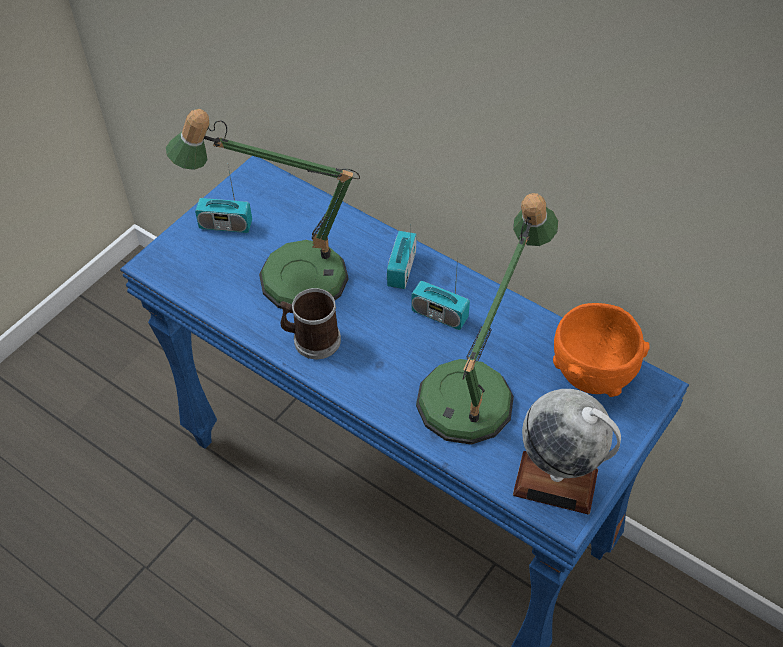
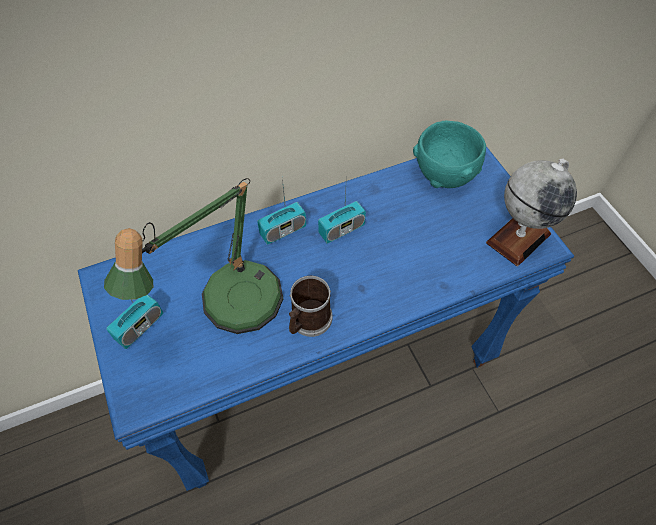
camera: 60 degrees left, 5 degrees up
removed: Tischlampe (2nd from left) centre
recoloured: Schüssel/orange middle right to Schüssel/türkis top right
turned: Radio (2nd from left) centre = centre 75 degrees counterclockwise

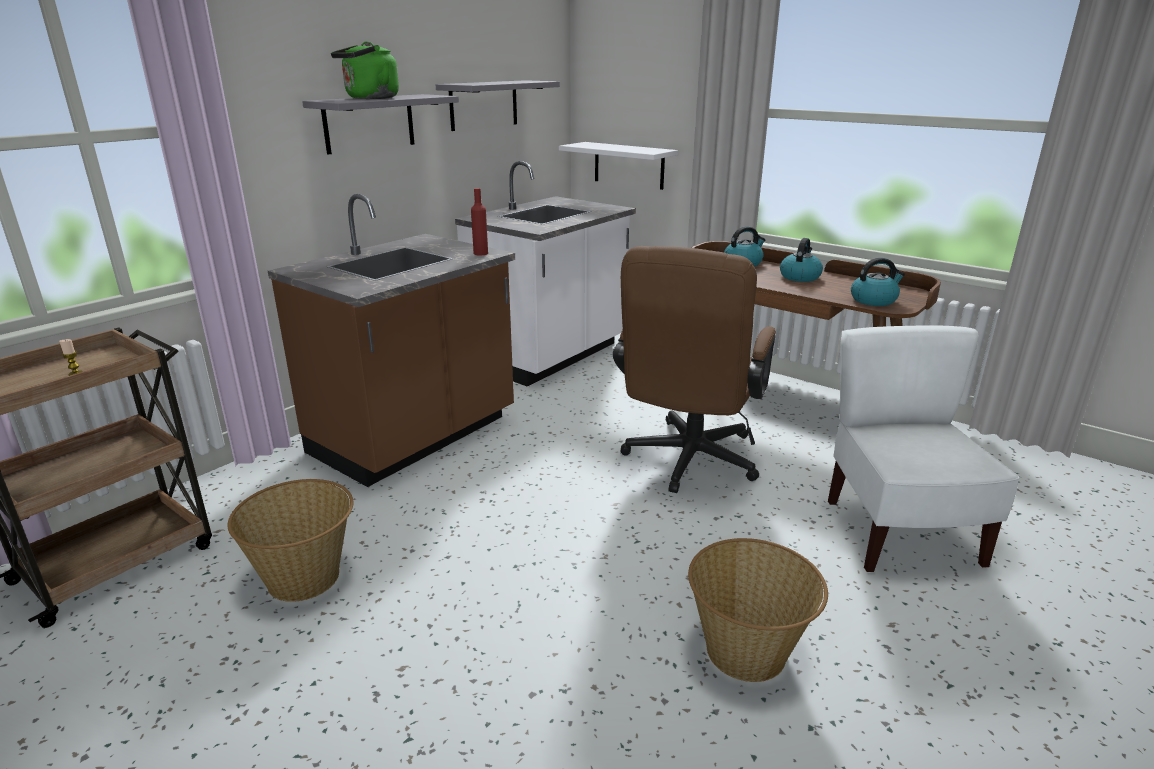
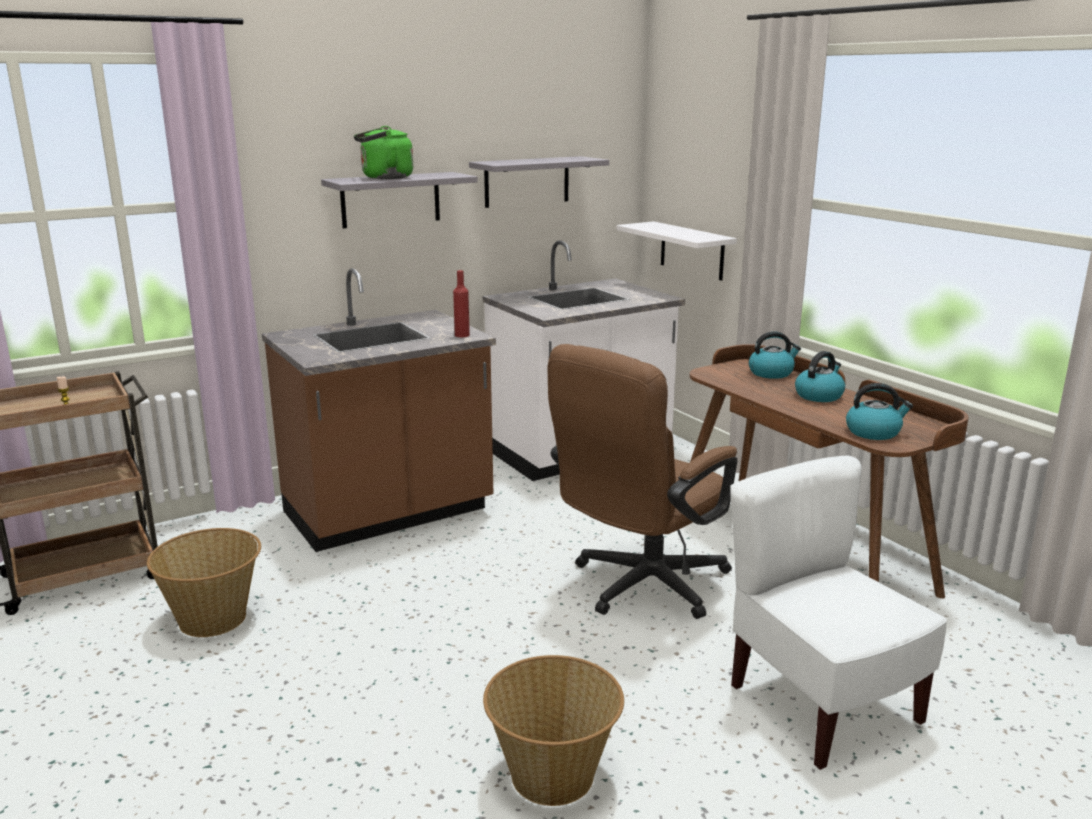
camera: 20 degrees right, 5 degrees down
turned: Stuhl/weiß middle right = bottom right 45 degrees counterclockwise

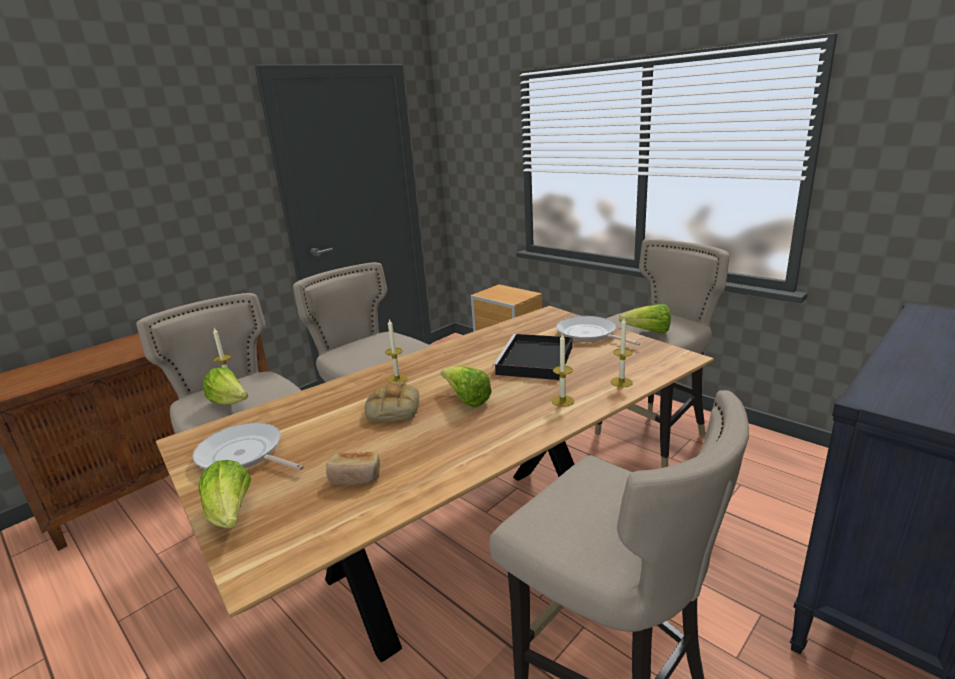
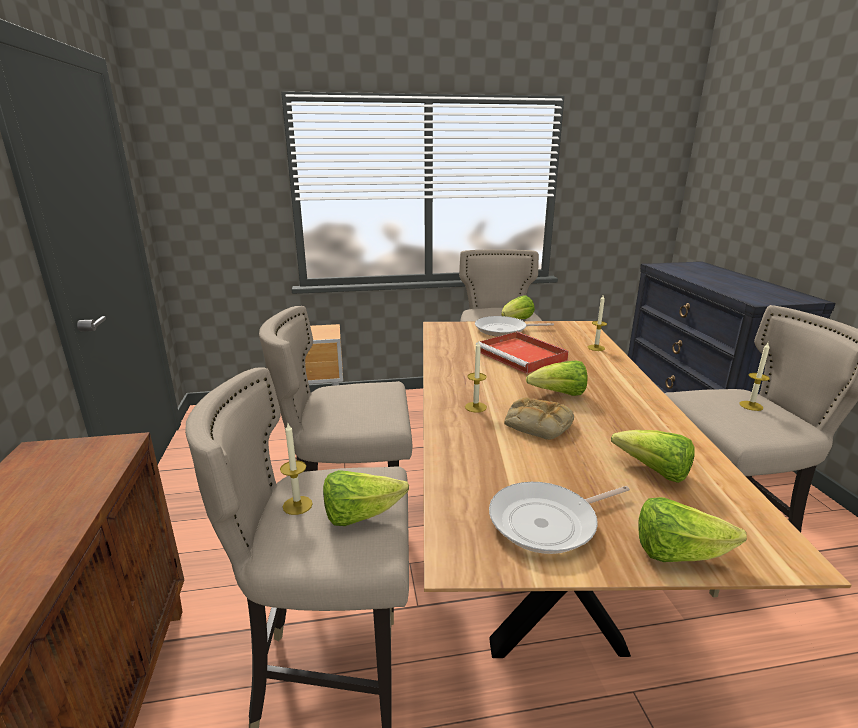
camera: 55 degrees left, 0 degrees up
moved: Kerze (3rd from left in the first image) centre to Kerze (4th from left) middle right
replaced: Brot (1st from left) bottom centre to Salatkopf (4th from left) middle right
recoloured: Tablett/schwarz centre to Tablett/rot centre

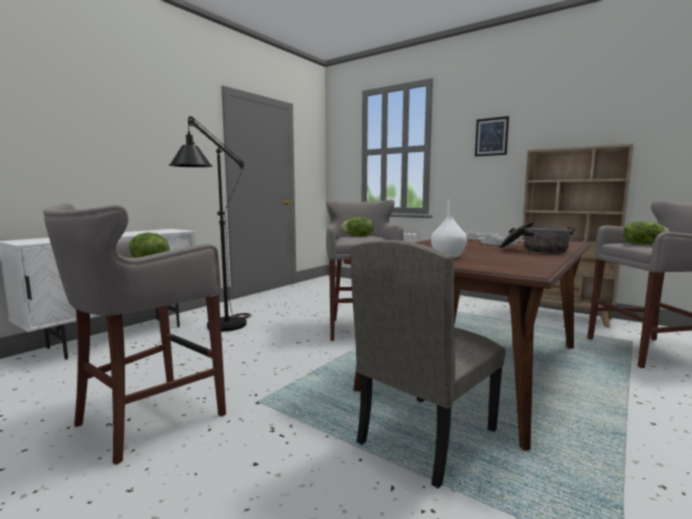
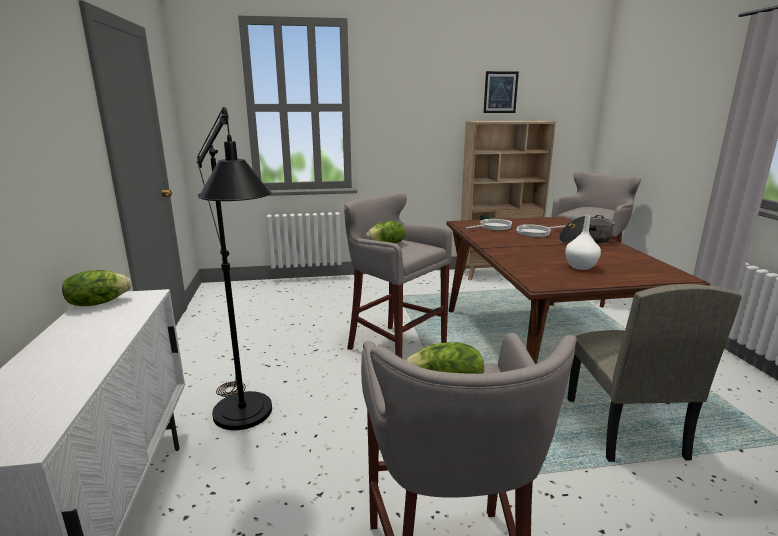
camera: 45 degrees left, 10 degrees up
moved: Bild top right to top centre; Salatkopf (3rd from left in the first image) middle right to Salatkopf (1st from left) middle left

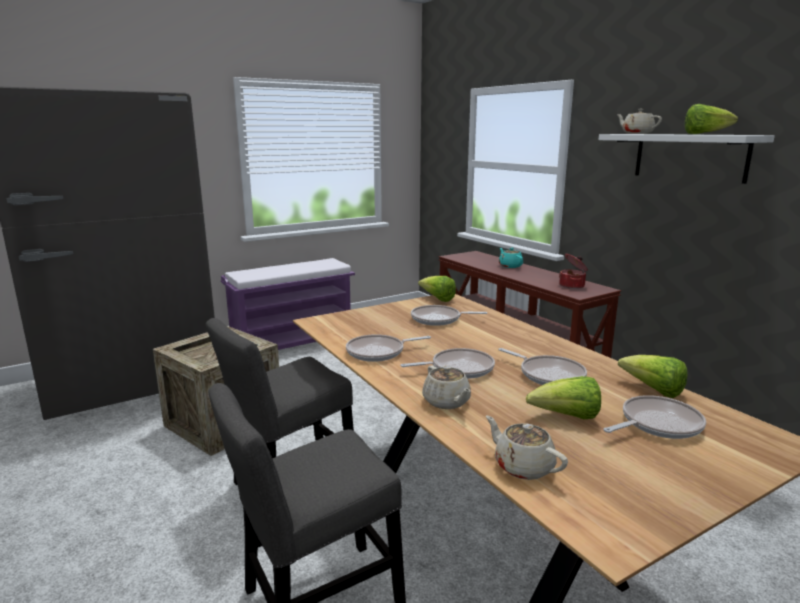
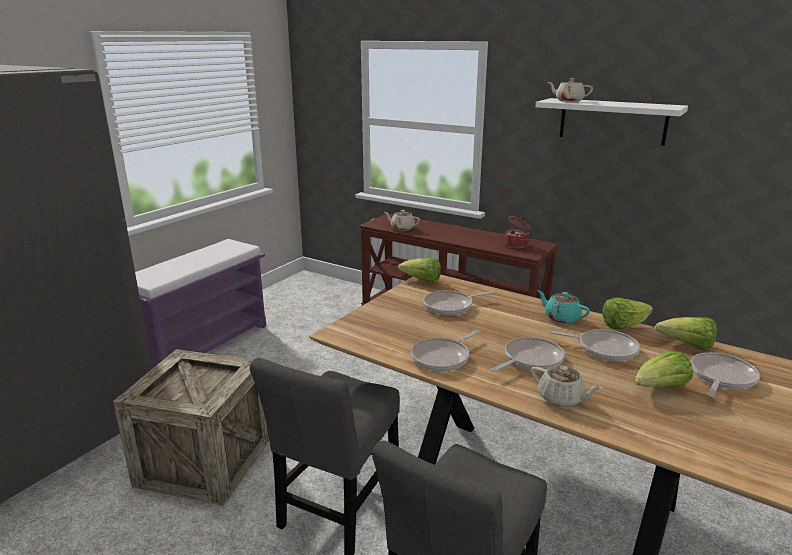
camera: 25 degrees left, 5 degrees up
moved: Salatkopf (4th from left in the first image) top right to Salatkopf (2nd from left) middle right; Teekanne/türkis centre to middle right; Teekanne/beige (2nd from left in the first image) bottom centre to Teekanne/beige (1st from left) centre

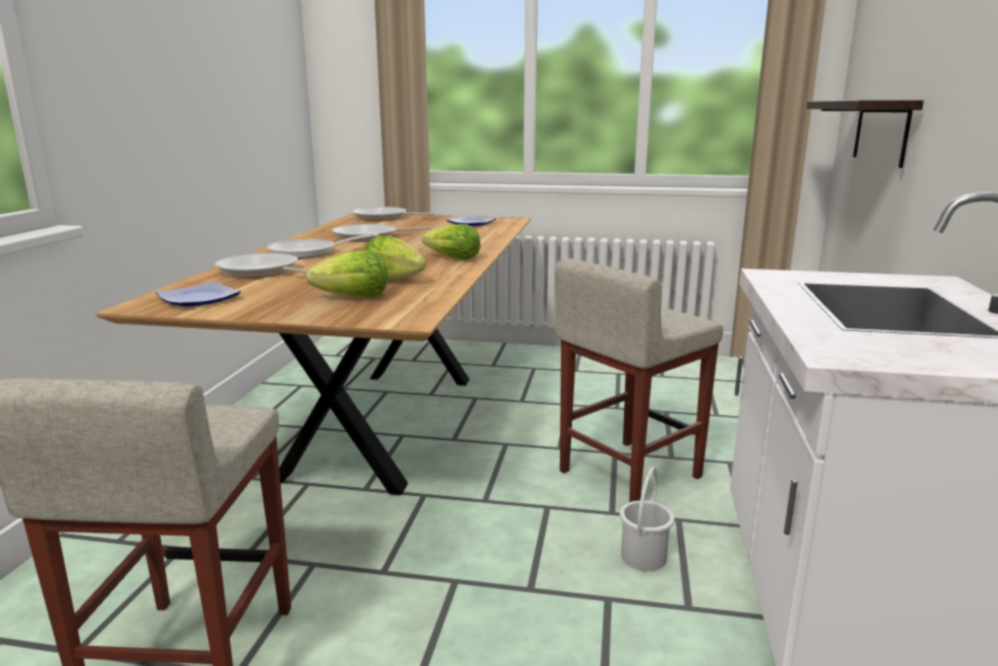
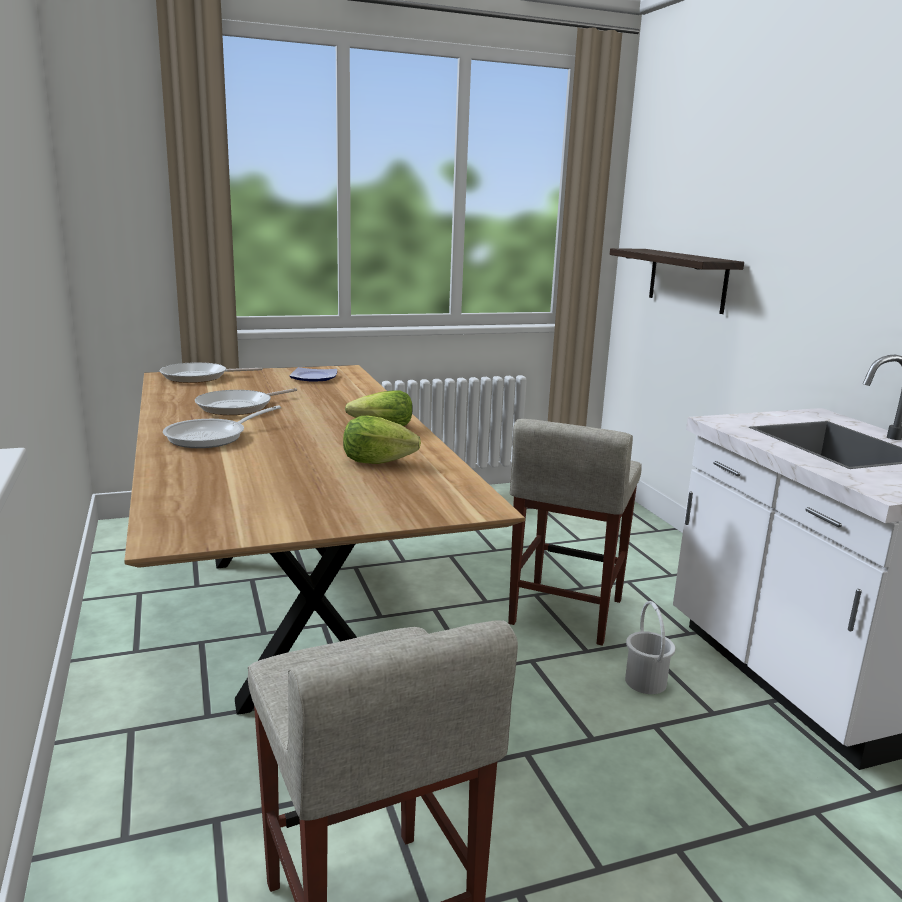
camera: 30 degrees left, 0 degrees up
removed: Salatkopf (1st from left) centre; Pfanne (1st from left) middle left; Teller (1st from left) middle left

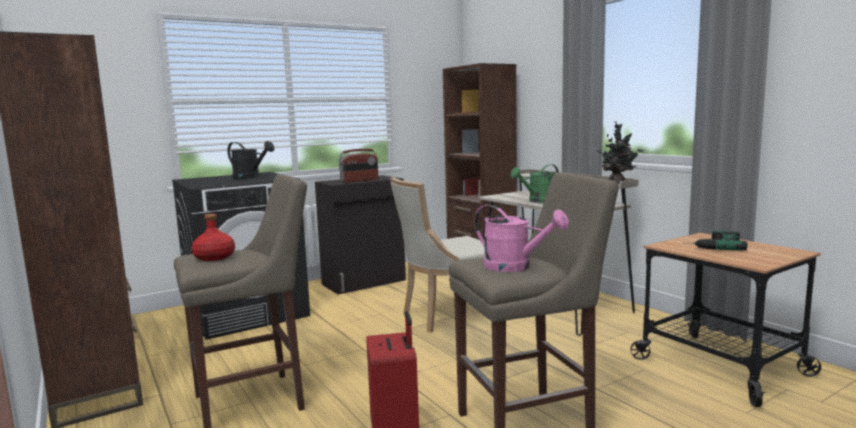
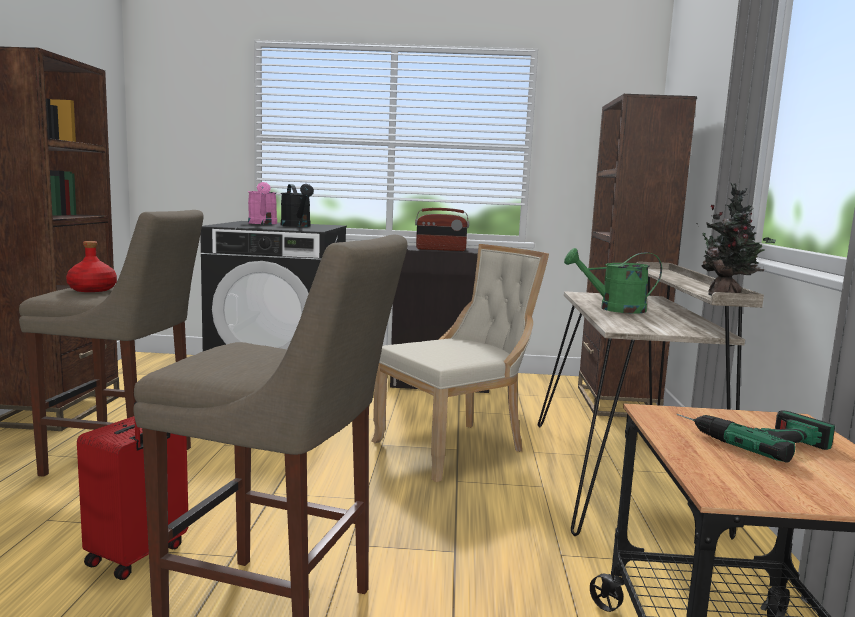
camera: 35 degrees right, 0 degrees up
moved: Gießkanne/rosa centre to top left
turned: Stuhl/beige centre = centre 135 degrees clockwise

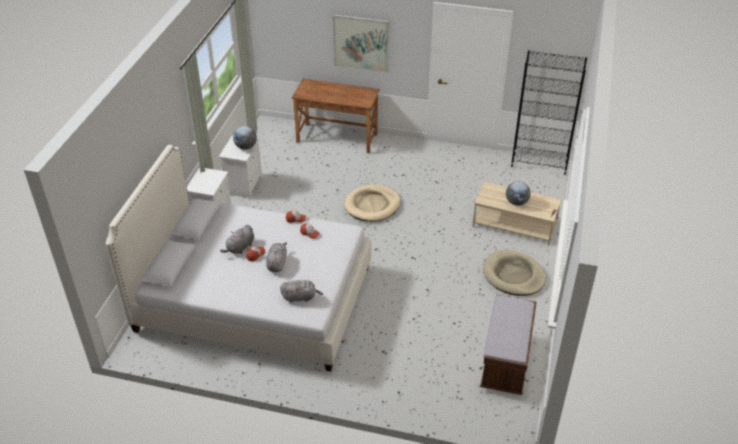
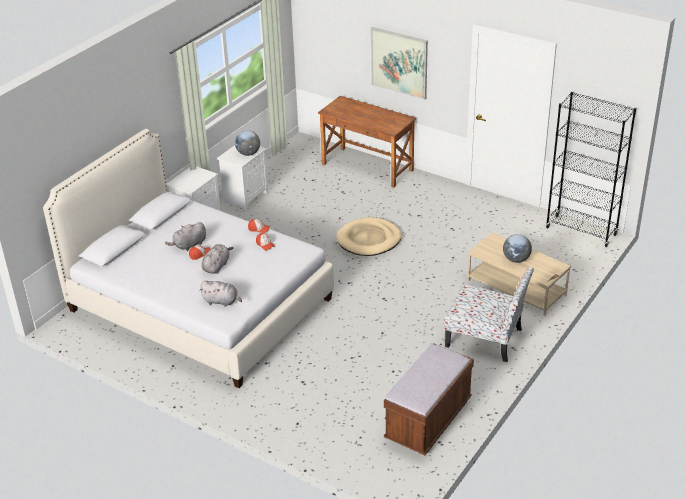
camera: 20 degrees right, 5 degrees down
replaced: Hundebett/beige (2nd from left) middle right to Stuhl middle right

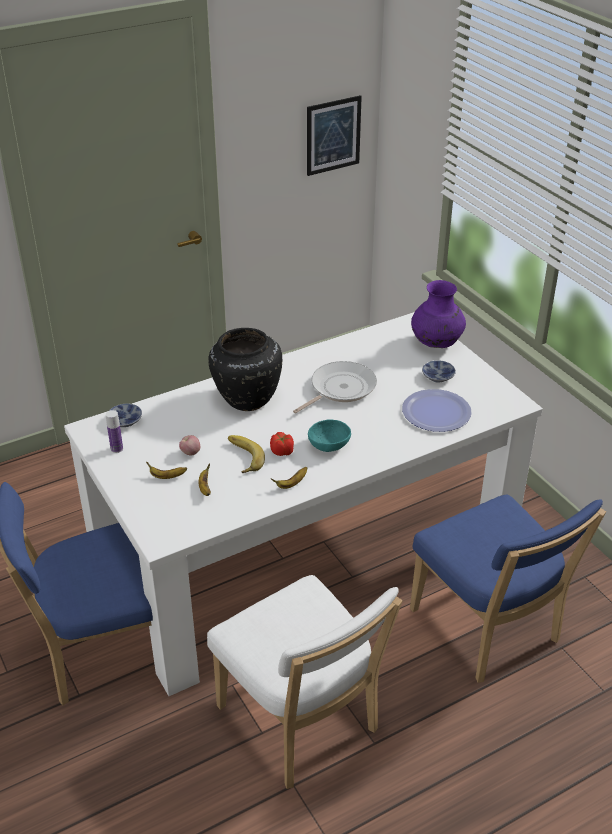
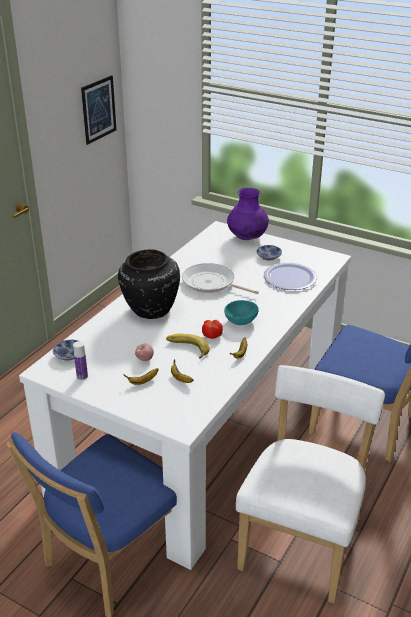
camera: 30 degrees left, 5 degrees down
turned: Pfanne centre = centre 75 degrees counterclockwise; Stuhl/weiß bottom centre = bottom right 90 degrees counterclockwise

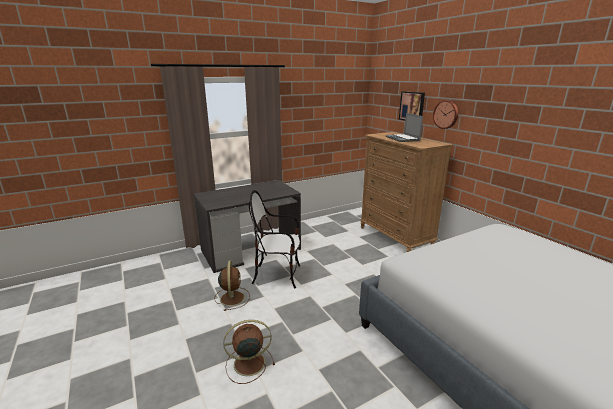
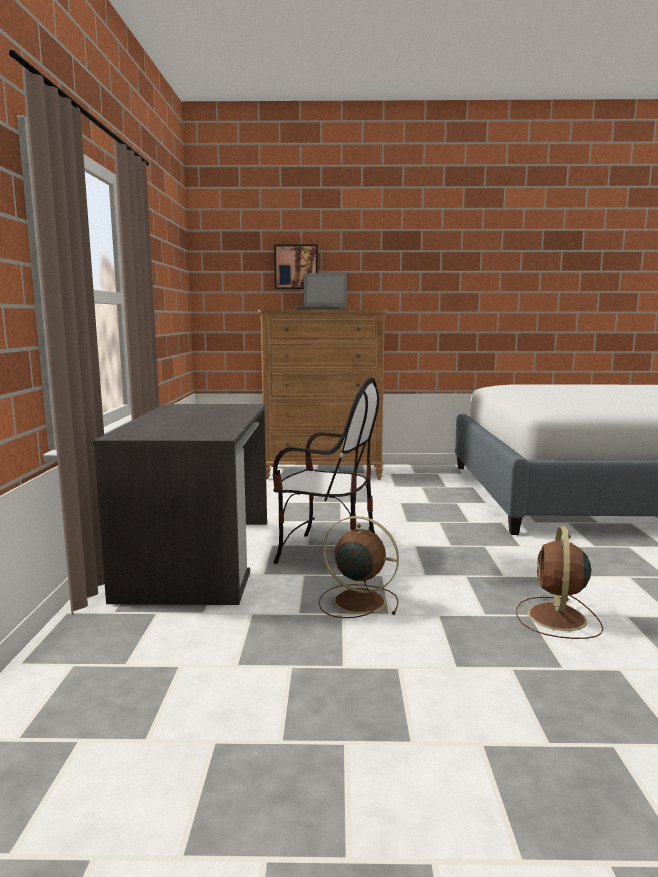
camera: 60 degrees left, 10 degrees down
removed: Wanduhr top right
turned: Stuhl centre = centre 105 degrees counterclockwise

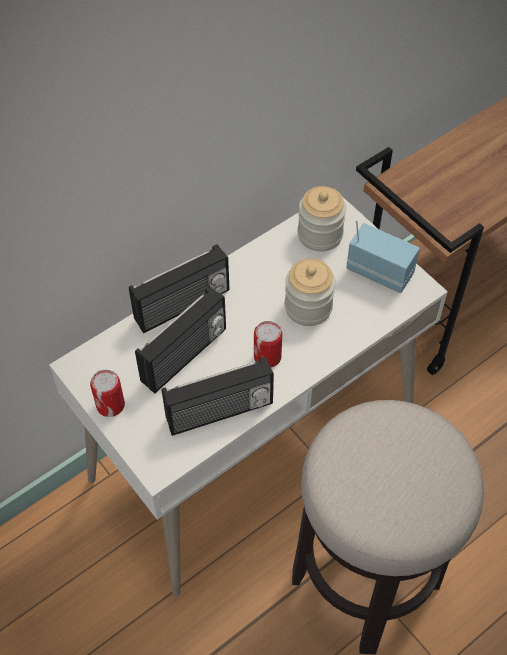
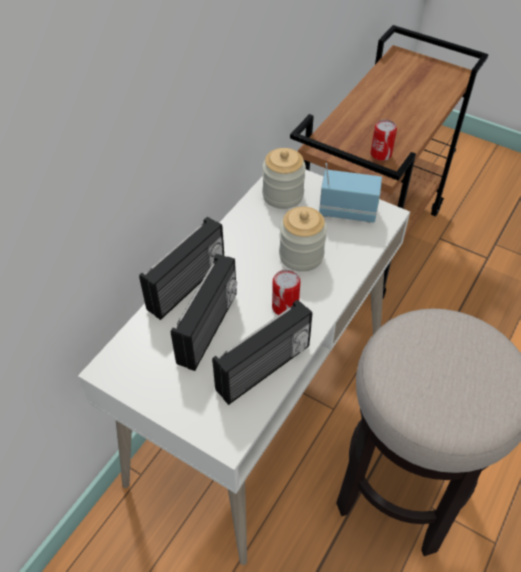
camera: 20 degrees left, 5 degrees down
moved: Dose (1st from left in the first image) middle left to Dose (2nd from left) top right

